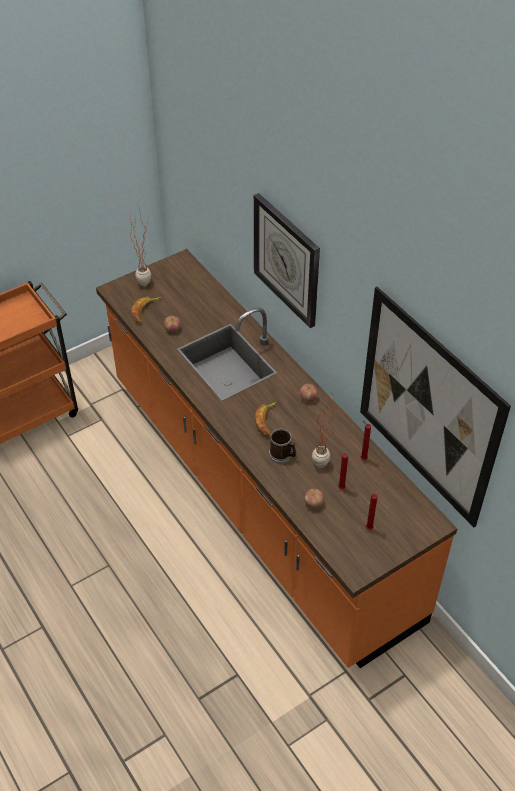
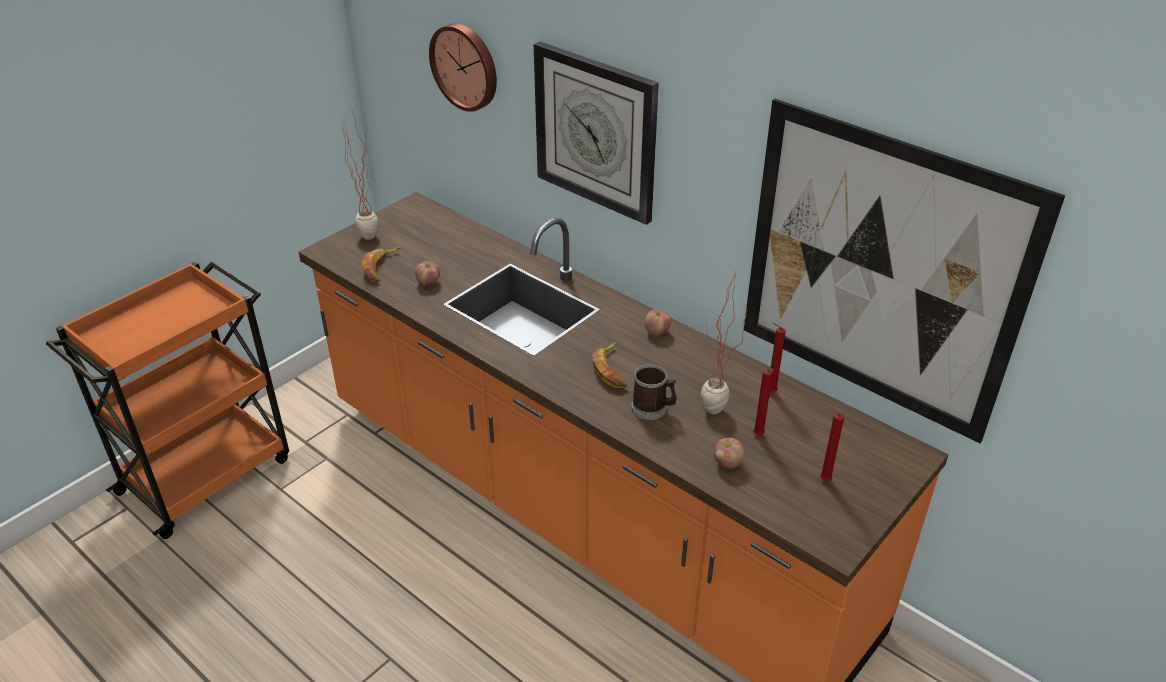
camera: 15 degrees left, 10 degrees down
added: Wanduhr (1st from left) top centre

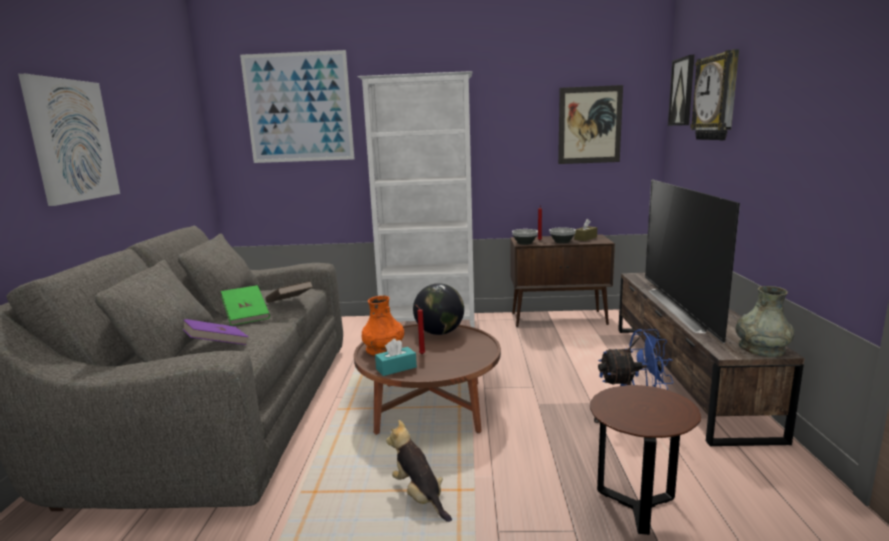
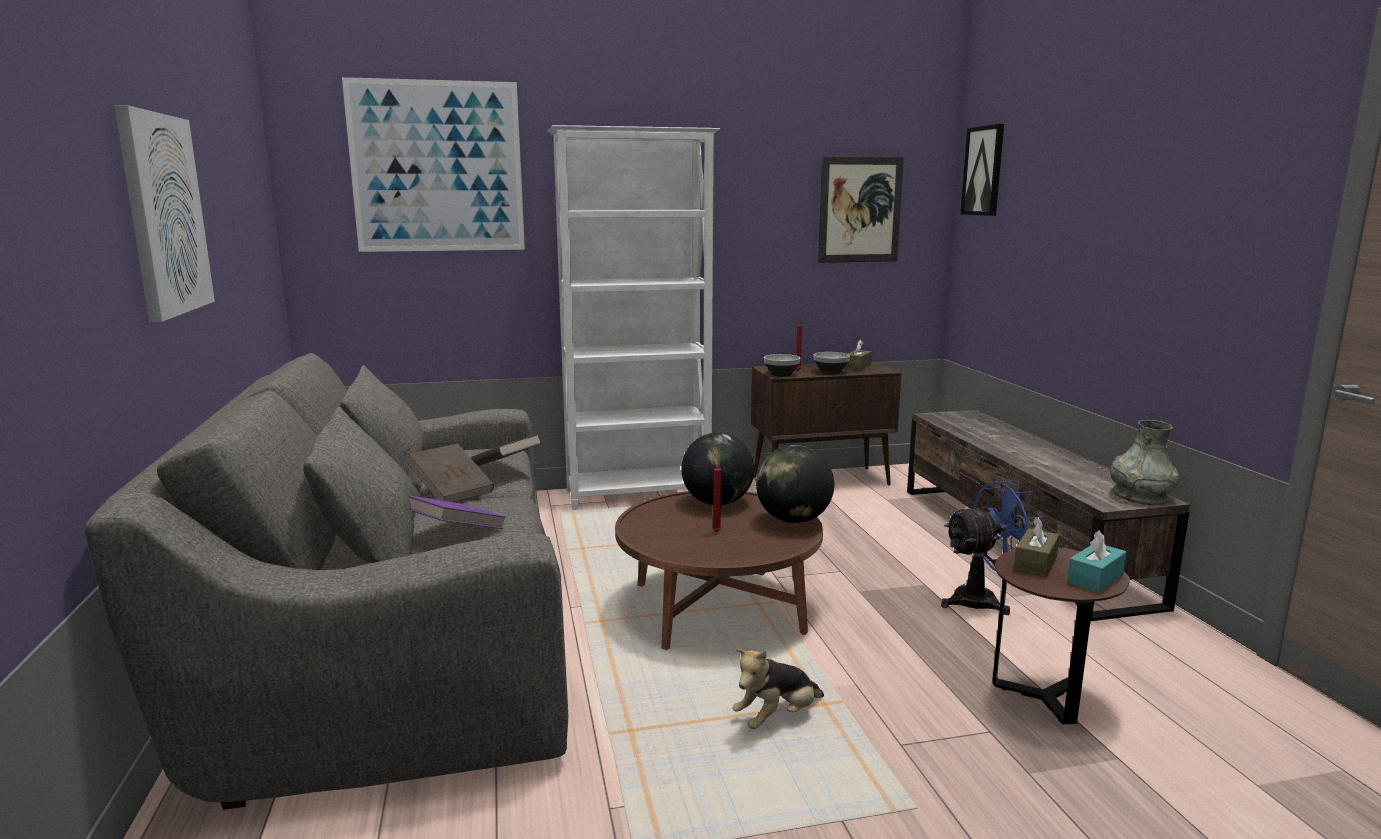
camera: 15 degrees left, 0 degrees up
removed: Wanduhr top right; Fernseher middle right; Vase/orange centre
added: Globus (2nd from left) centre; Taschentuchbox/braun (2nd from left) middle right
moved: Taschentuchbox/türkis centre to bottom right
recoloured: Buch/grün middle left to Buch/braun (1st from left) middle left
turned: Plüschtier bottom centre = bottom centre 75 degrees counterclockwise

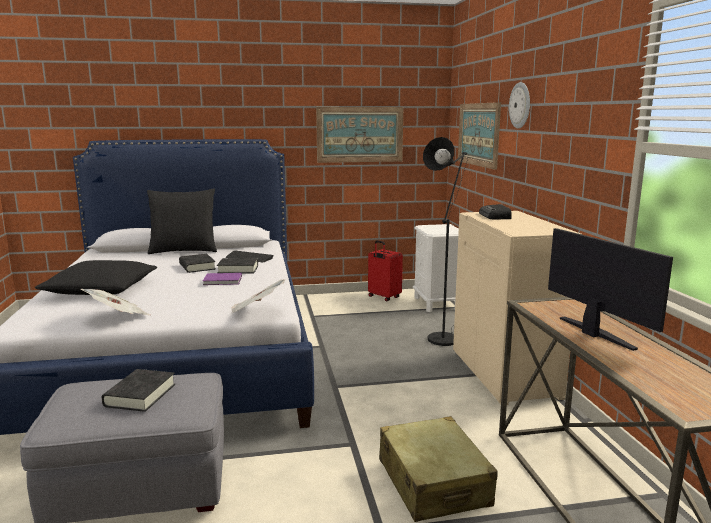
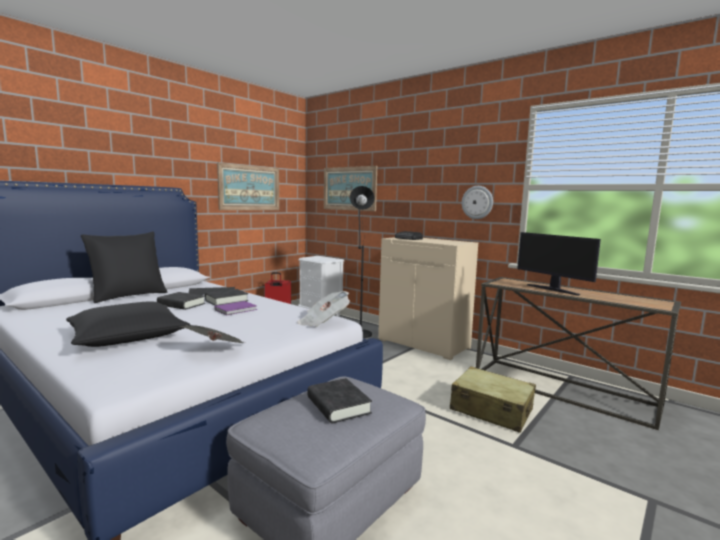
camera: 40 degrees left, 5 degrees down
moved: Wanduhr top right to centre
turned: Monitor middle right = middle right 150 degrees counterclockwise

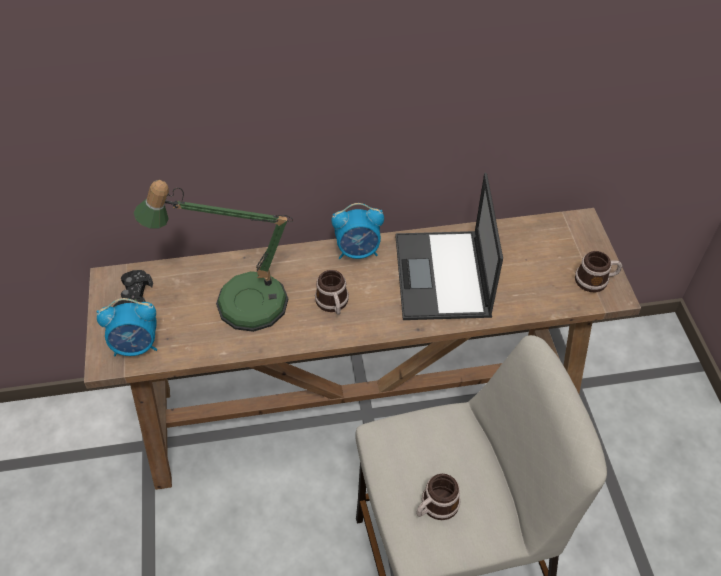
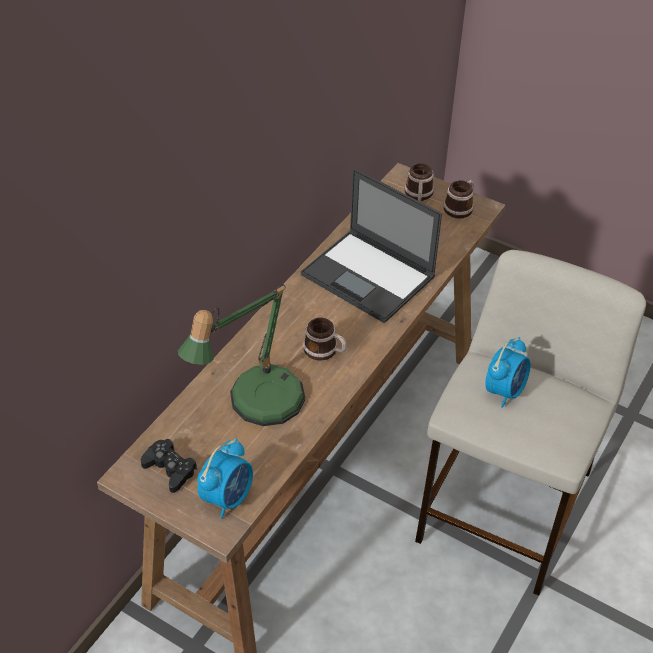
camera: 50 degrees left, 5 degrees down
moved: Wecker (2nd from left) centre to middle right; Henkelbecher (2nd from left) bottom centre to top centre

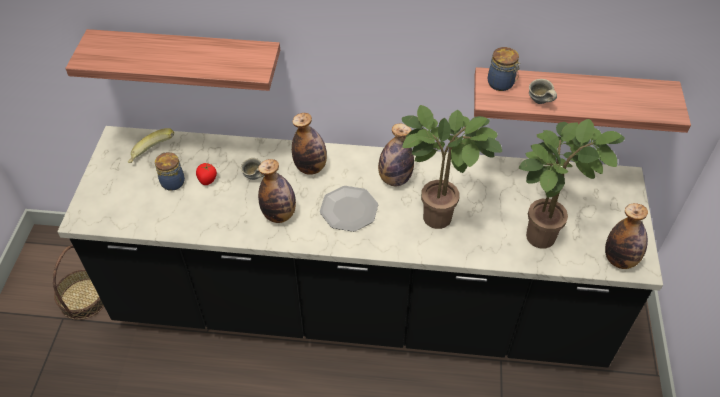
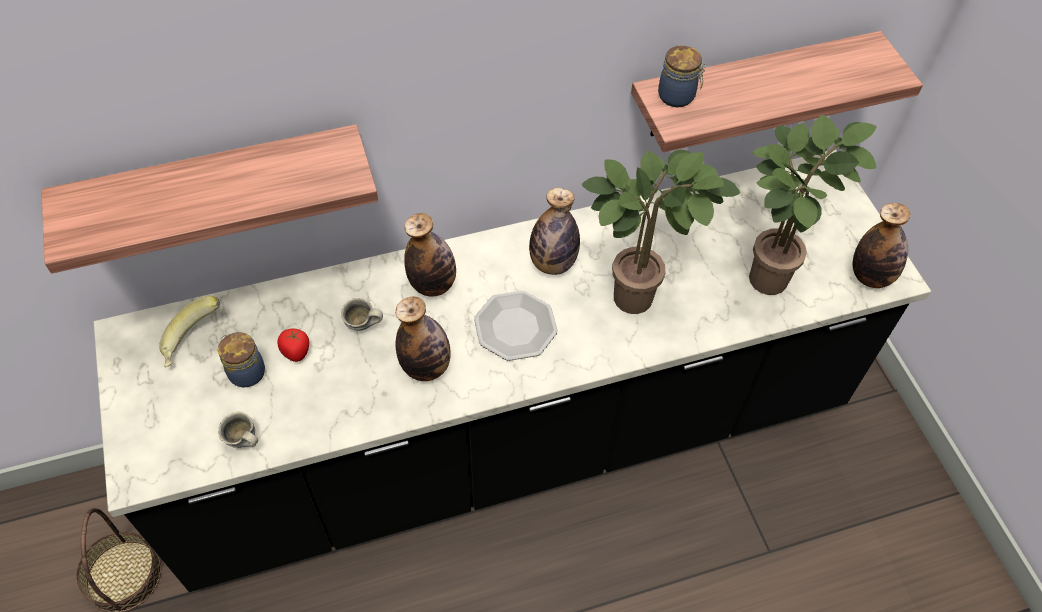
camera: 25 degrees left, 5 degrees up
moved: Henkelbecher/grau (2nd from left in the first image) top right to Henkelbecher/grau (1st from left) bottom left

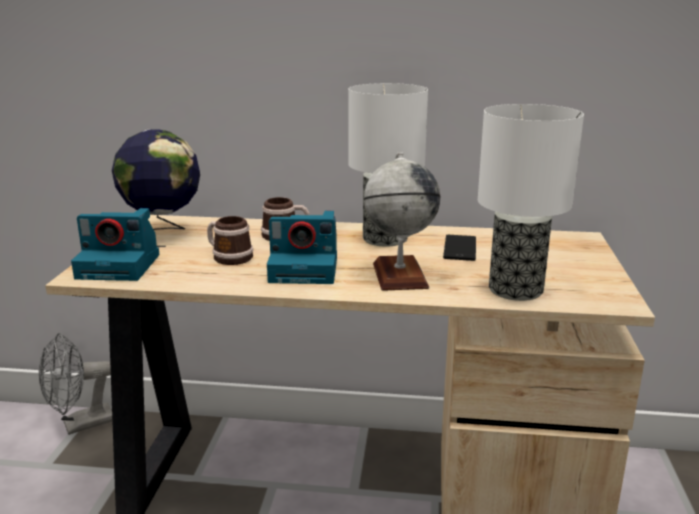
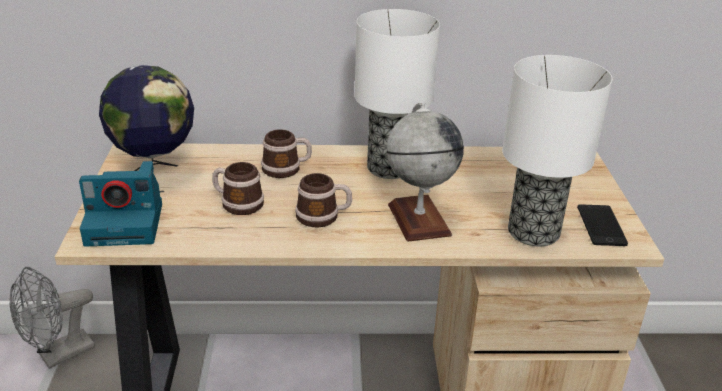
camera: 10 degrees left, 10 degrees up
moved: Handy centre to middle right
replaced: Kamera (2nd from left) centre to Henkelbecher (3rd from left) centre

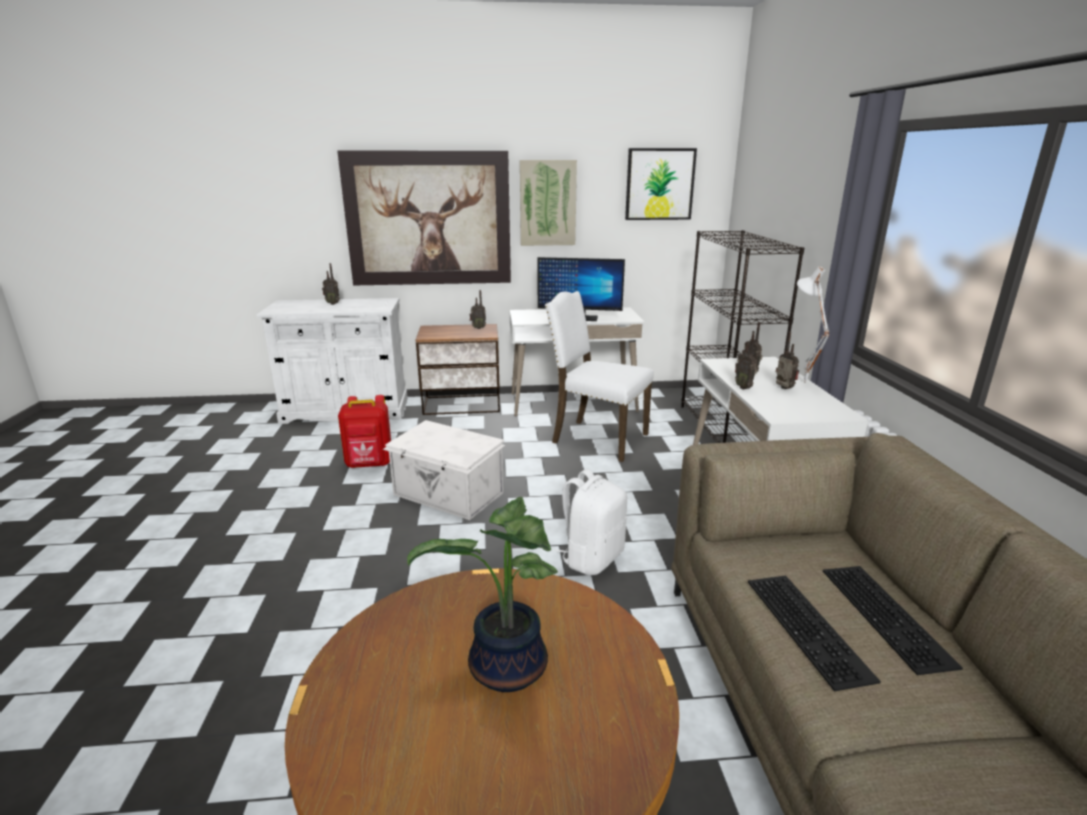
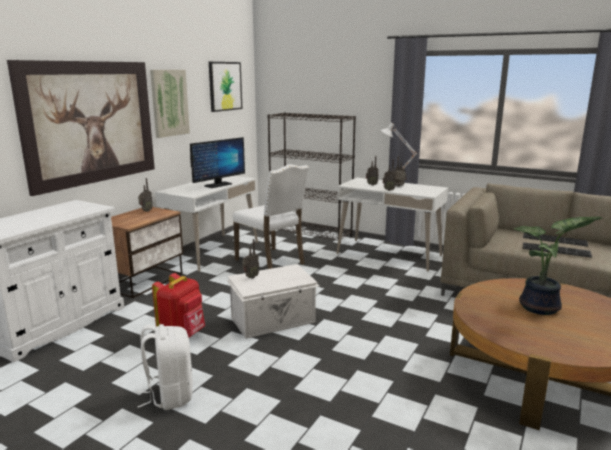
camera: 55 degrees left, 5 degrees down
moved: Radio (1st from left in the first image) middle left to Radio (2nd from left) centre; Rucksack/weiß centre to bottom left
turned: Stuhl/weiß centre = centre 105 degrees counterclockwise

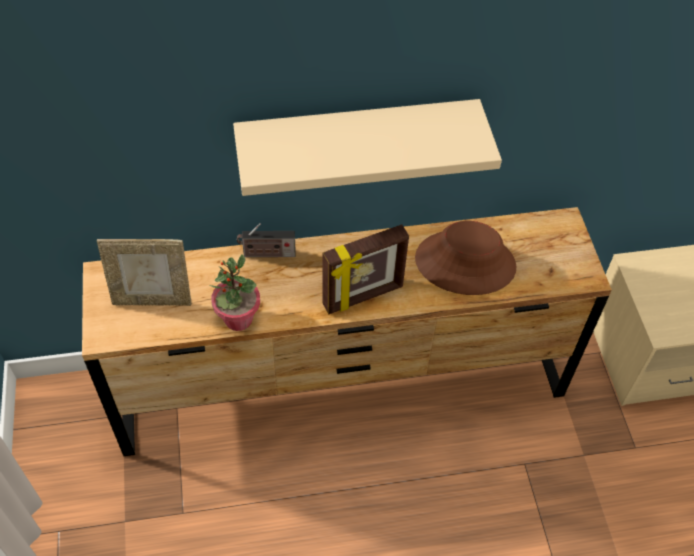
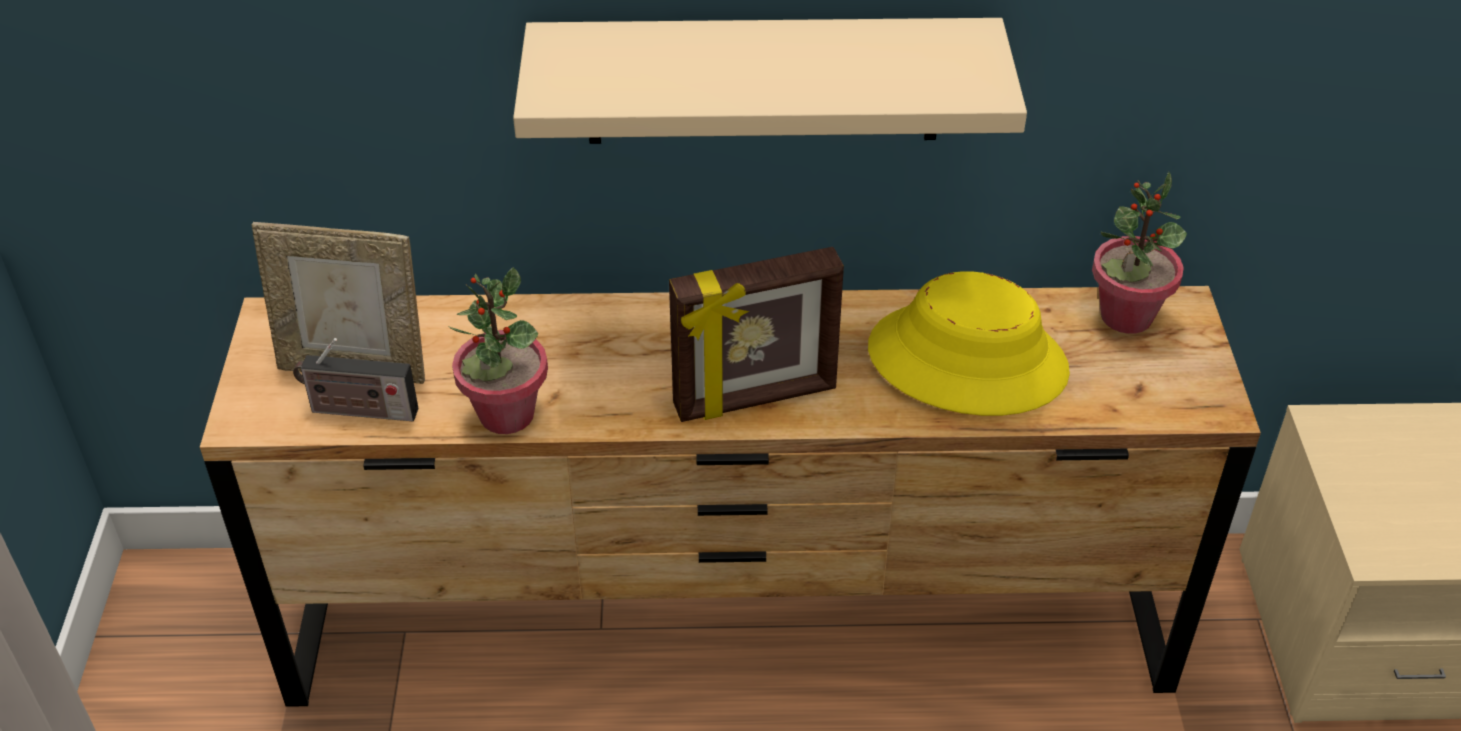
camera: 10 degrees right, 10 degrees down
added: Topfpflanze (2nd from left) middle right
moved: Radio centre to middle left
recoloured: Hut/braun middle right to Hut/gelb centre

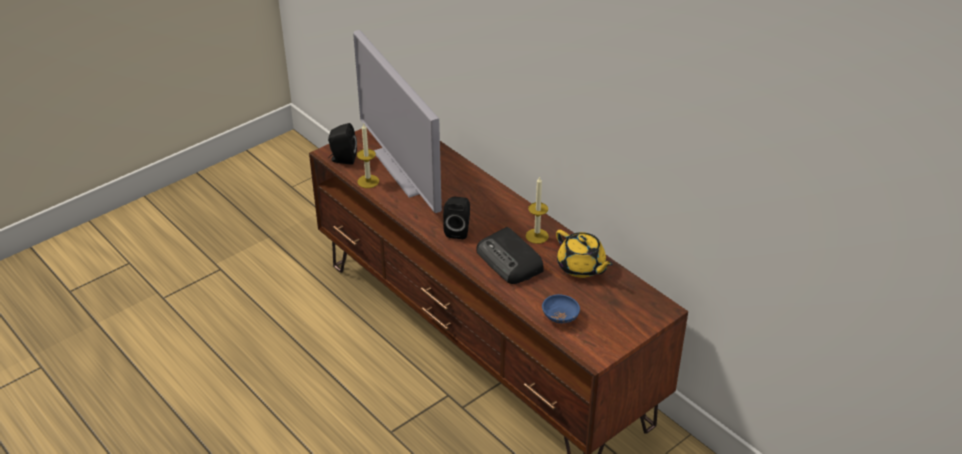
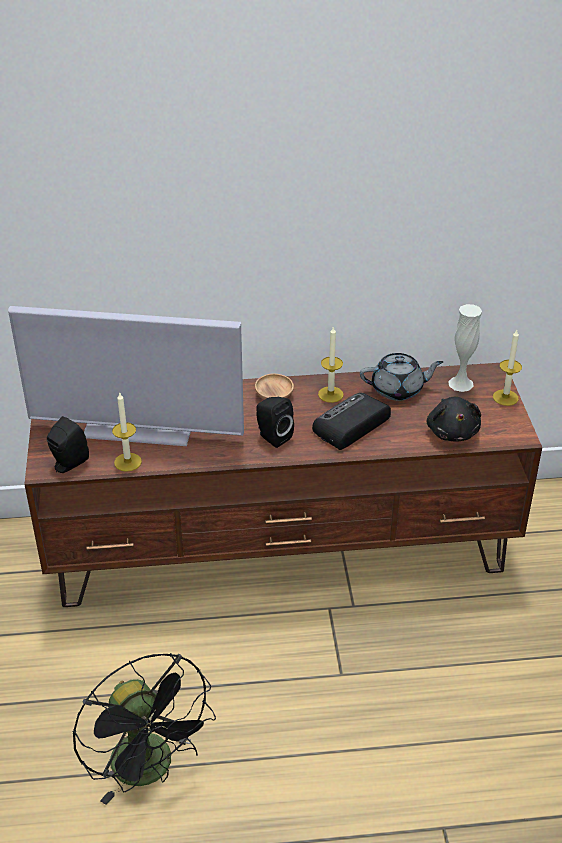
camera: 55 degrees left, 0 degrees up
added: Vase/weiß middle right; Kerze (3rd from left) middle right; Schüssel/braun centre; Ventilator/schwarz bottom left
replaced: Schüssel/blau bottom centre to Plüschtier/schwarz middle right
recoloured: Teekanne/gelb centre to Teekanne/grau middle right
turned: Radio centre = centre 135 degrees clockwise

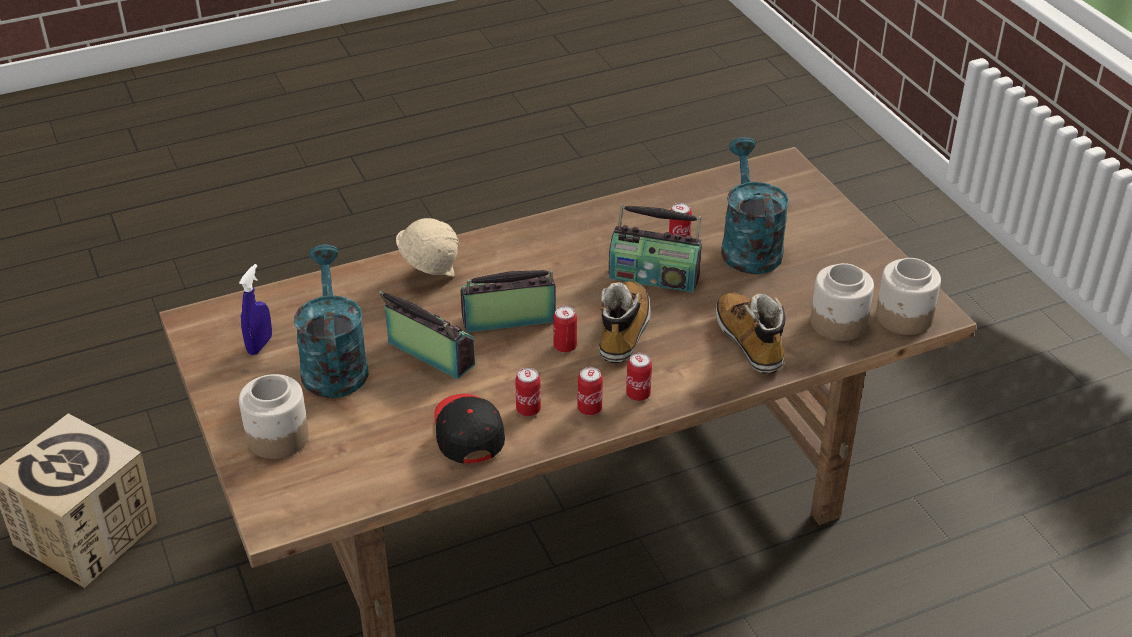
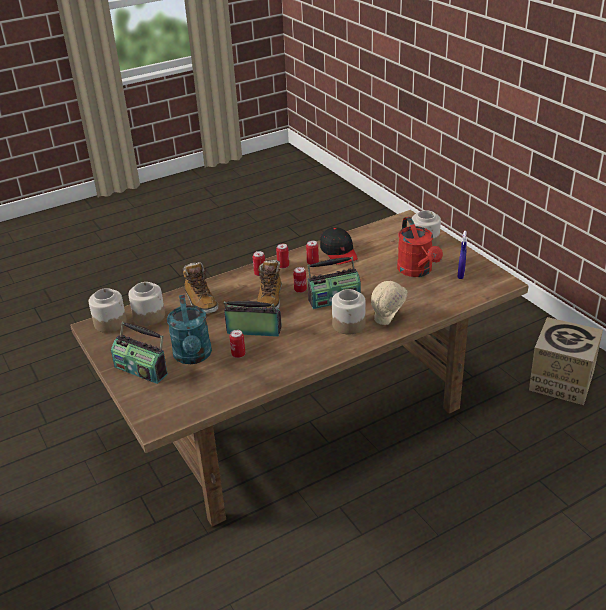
camera: 175 degrees right, 5 degrees down
added: Vorratsglas (3rd from left) centre
moved: Radio (1st from left) centre to middle left
recoloured: Gießkanne/türkis (1st from left) middle left to Gießkanne/rot middle right

